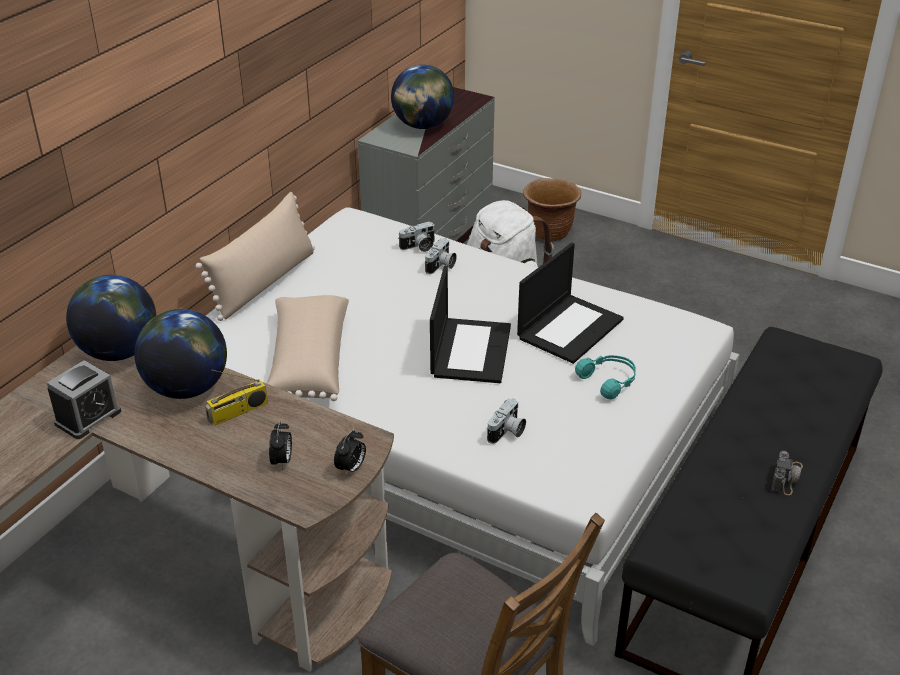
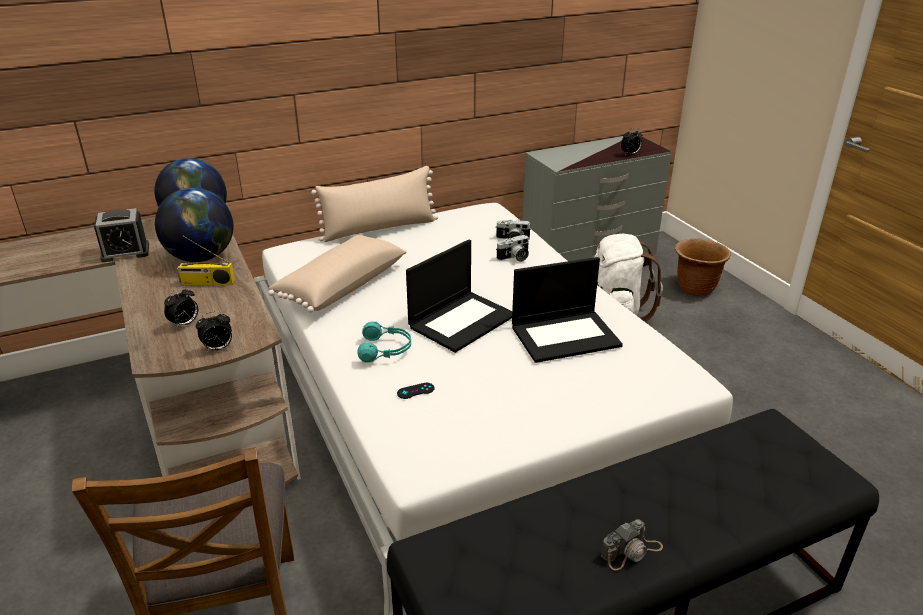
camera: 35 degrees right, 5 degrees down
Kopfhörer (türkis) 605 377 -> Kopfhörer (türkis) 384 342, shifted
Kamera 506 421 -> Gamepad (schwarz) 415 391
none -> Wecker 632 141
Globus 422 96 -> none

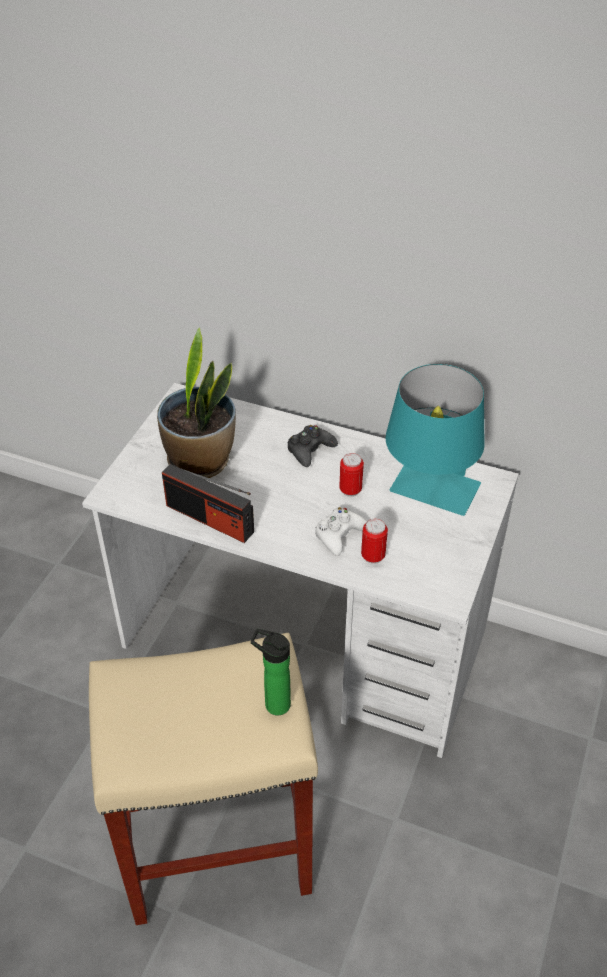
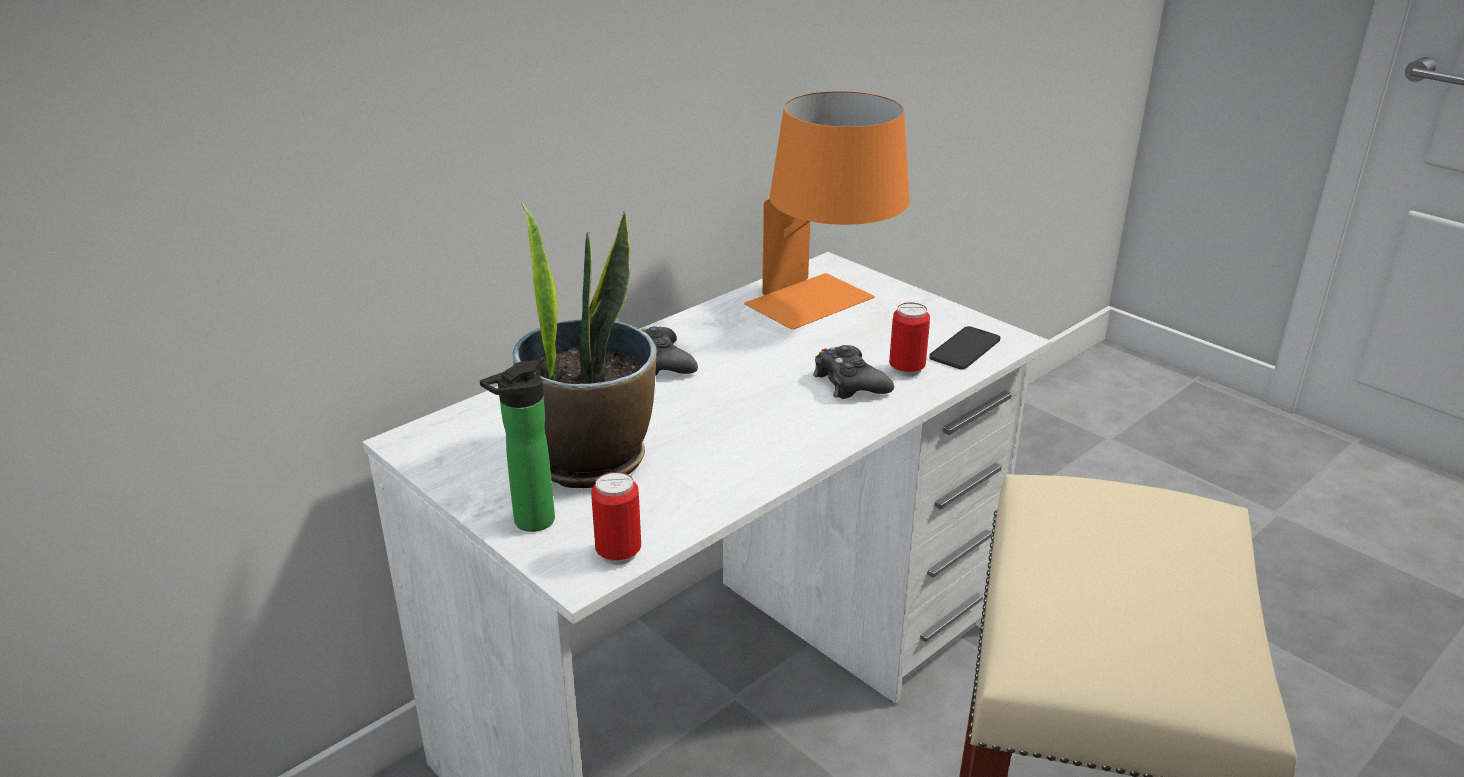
camera: 65 degrees left, 15 degrees down
Flasche 271 672 -> Flasche 517 446, shifted
Dose 351 475 -> Dose 616 518, shifted
Tischlampe (türkis) 435 440 -> Tischlampe (orange) 827 210
Gamepad (weiß) 341 531 -> Gamepad (schwarz) 853 372
none -> Handy 965 347
Radio 208 503 -> none

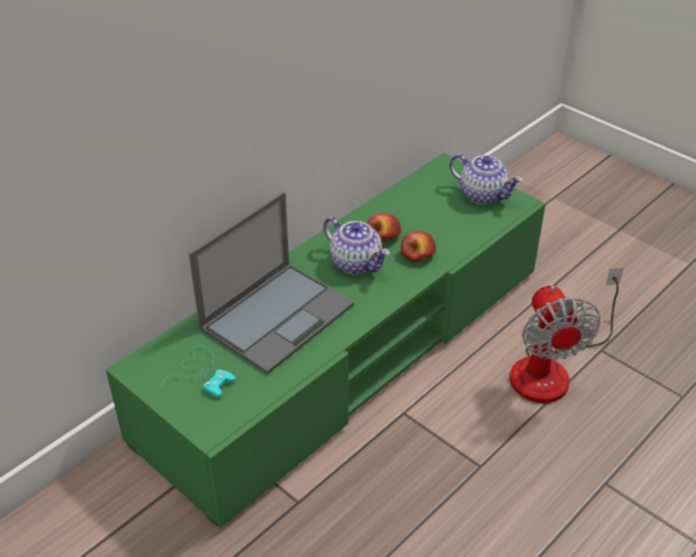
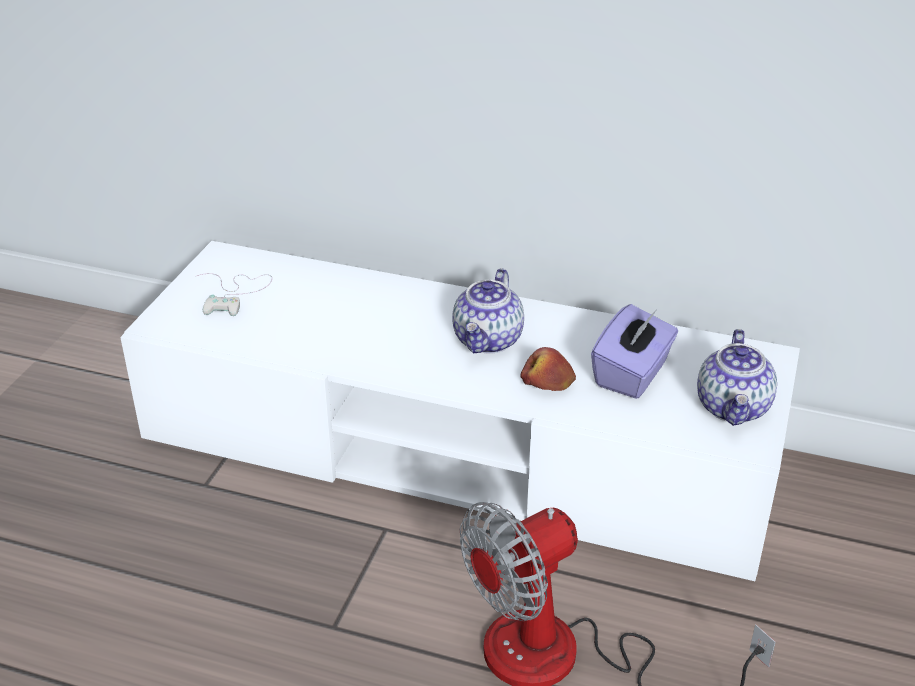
camera: 65 degrees right, 5 degrees down
Fernsehschrank (grün) 326 340 -> Fernsehschrank (weiß) 460 411
Gamepad (türkis) 198 371 -> Gamepad (weiß) 233 294
none -> Taschentuchbox (lila) 634 351
Laptop 271 282 -> none
Apfel 384 227 -> none

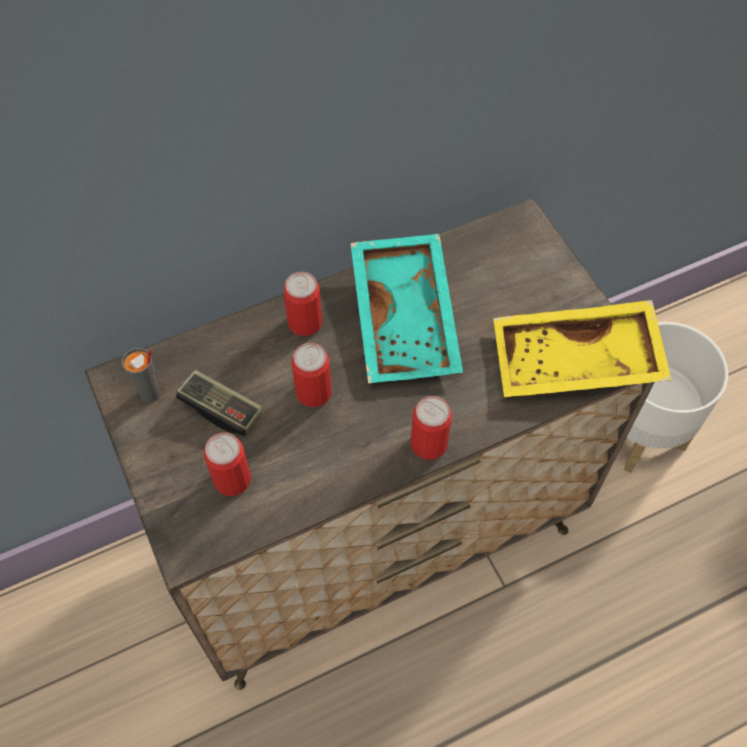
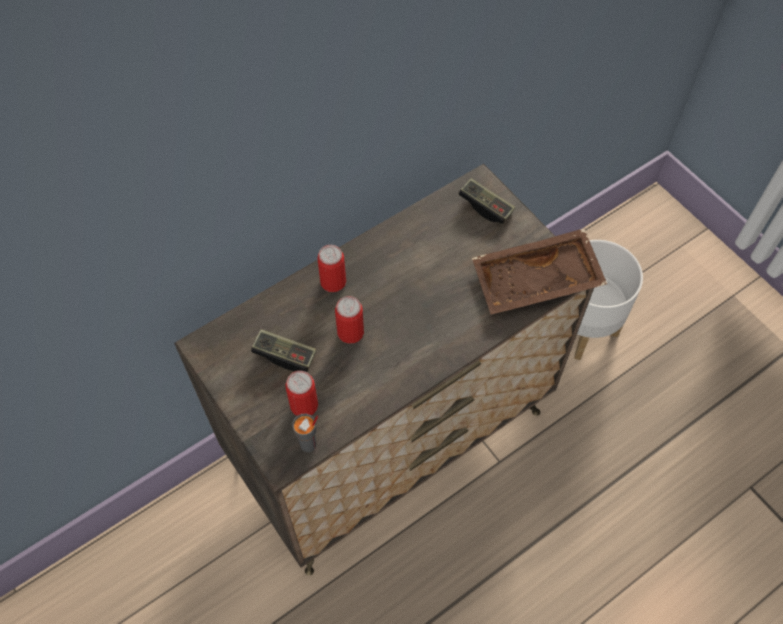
camera: 10 degrees left, 0 degrees up
Tasse (grau) 141 375 -> Tasse (grau) 305 433, shifted
none -> Gamepad 487 201
Tablett (gelb) 582 348 -> Tablett (braun) 539 271
Tablett (türkis) 406 308 -> none
Dose 431 428 -> none

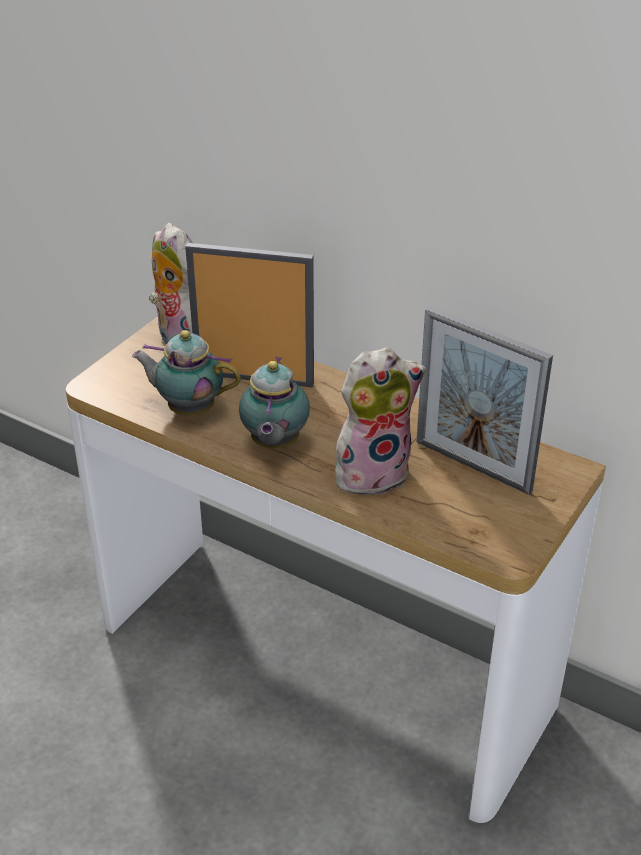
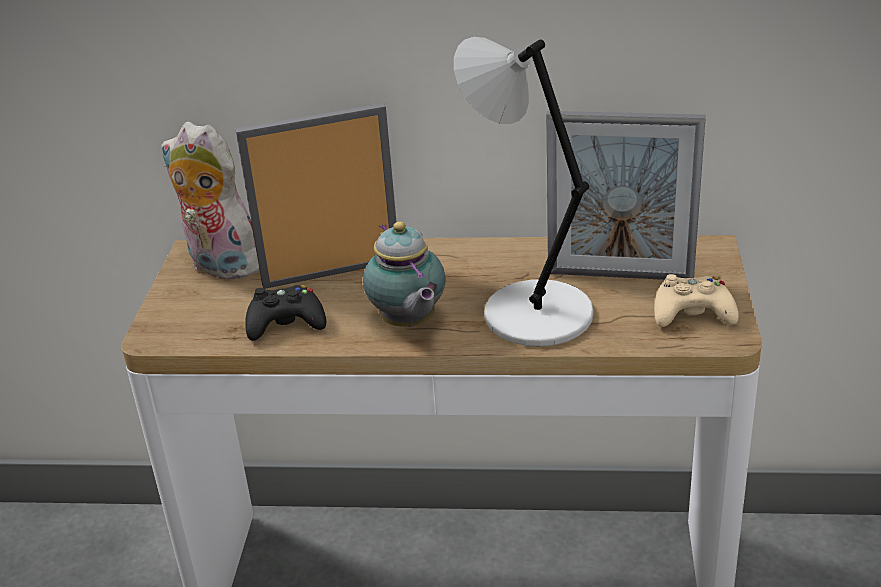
camera: 25 degrees left, 5 degrees down
Teekanne 186 373 -> Gamepad (schwarz) 285 313
Plüschtier 380 421 -> Tischlampe (grau) 524 192
none -> Gamepad (beige) 696 300

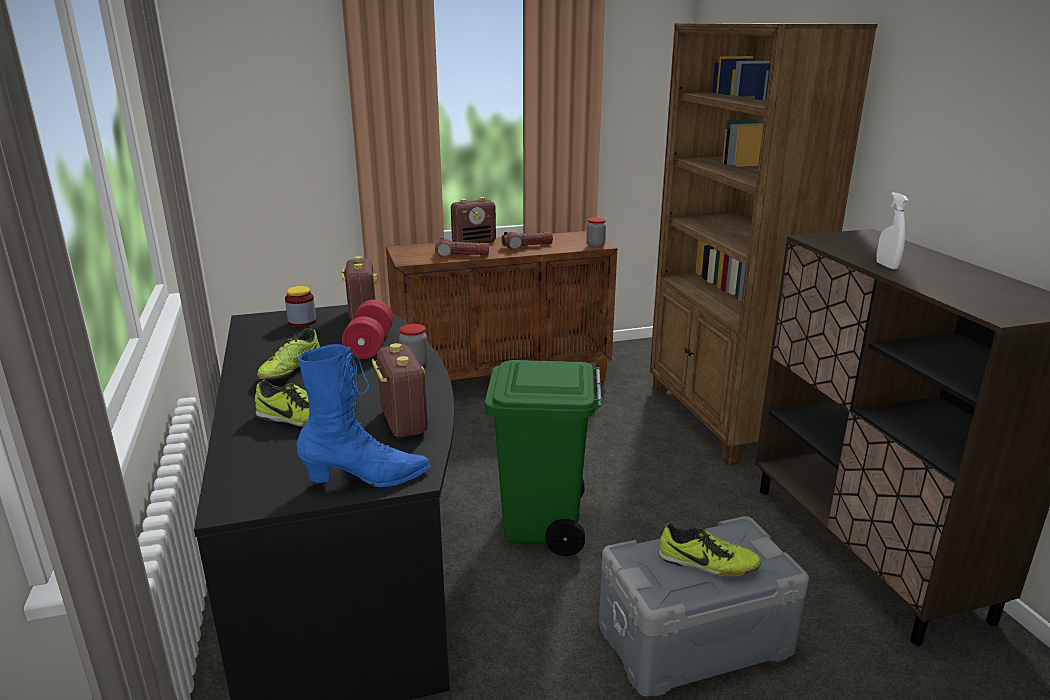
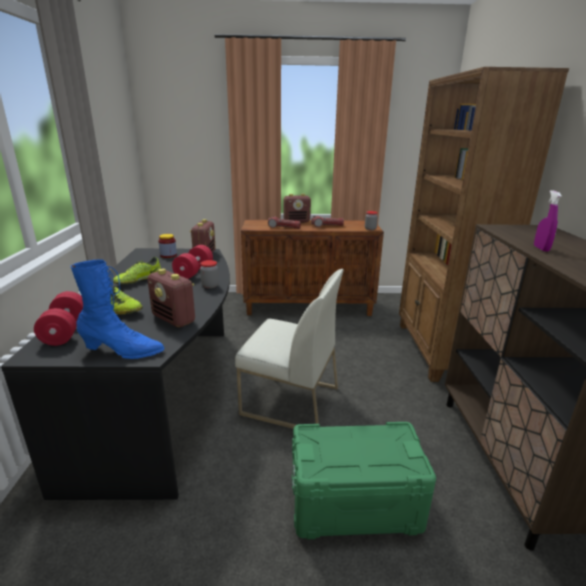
camera: 15 degrees right, 0 degrees up
none -> Hantel (rot) 58 318
Radio 400 390 -> Radio 171 298, 135 degrees clockwise
Mülleimer (grün) 543 458 -> Stuhl (weiß) 289 349
Aufbewahrungsbox (grau) 704 606 -> Aufbewahrungsbox (grün) 364 480
Sprühflasche (weiß) 892 230 -> Sprühflasche (lila) 548 221
Schuh 710 549 -> none

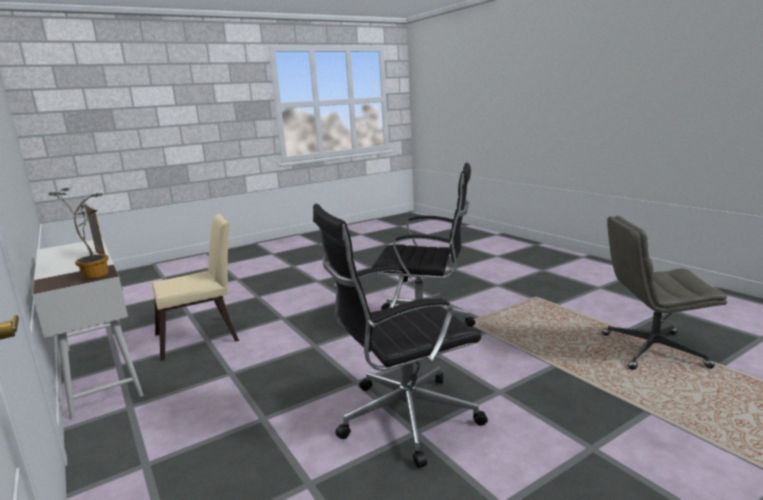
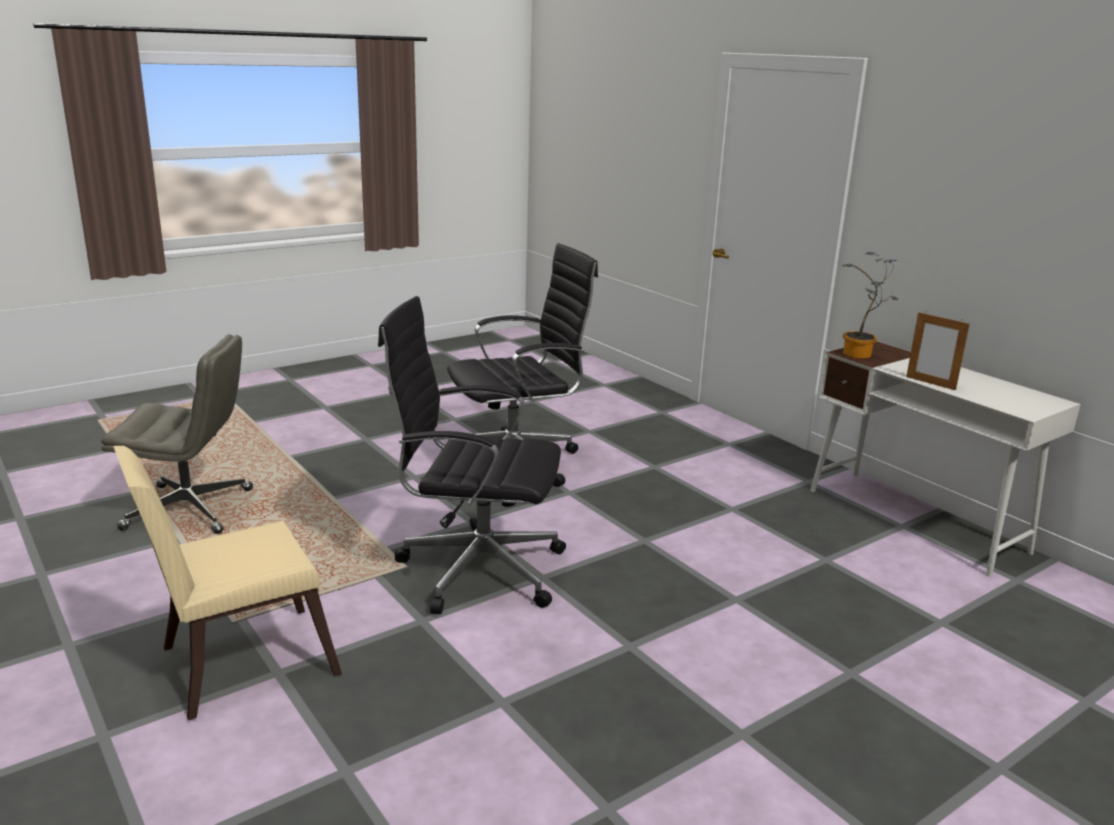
camera: 175 degrees right, 5 degrees up
Stuhl (beige) 195 287 -> Stuhl (beige) 227 583, shifted

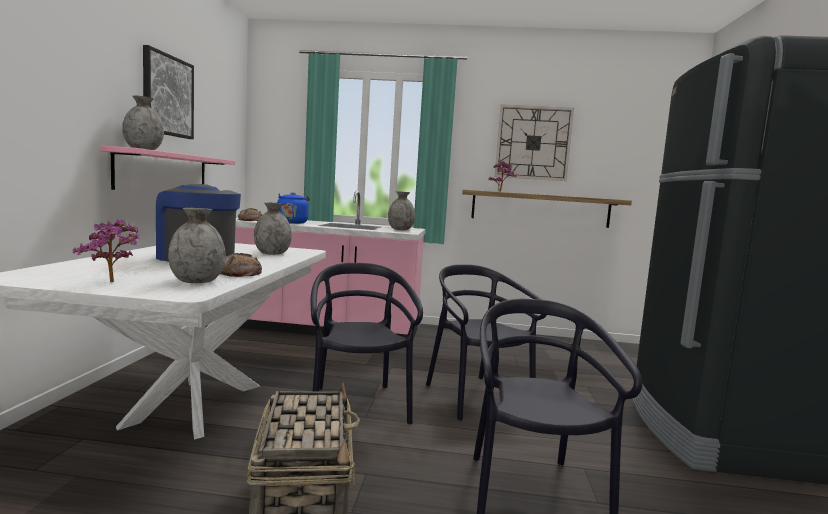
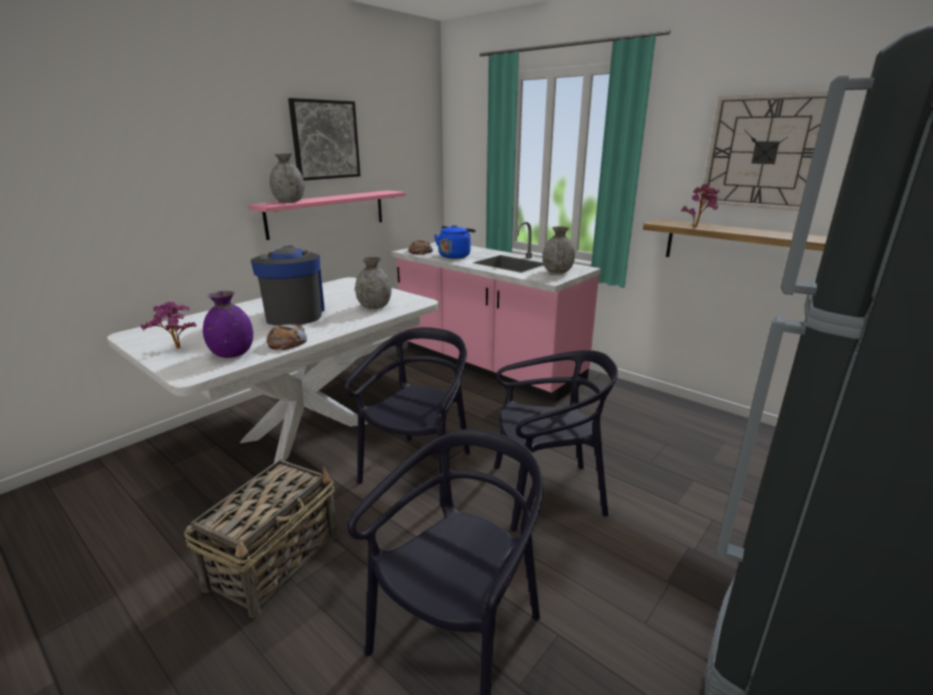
camera: 35 degrees right, 15 degrees up
Vase (grau) 197 245 -> Vase (lila) 228 324
Stuhl (schwarz) 486 342 -> Stuhl (schwarz) 556 441, 75 degrees clockwise

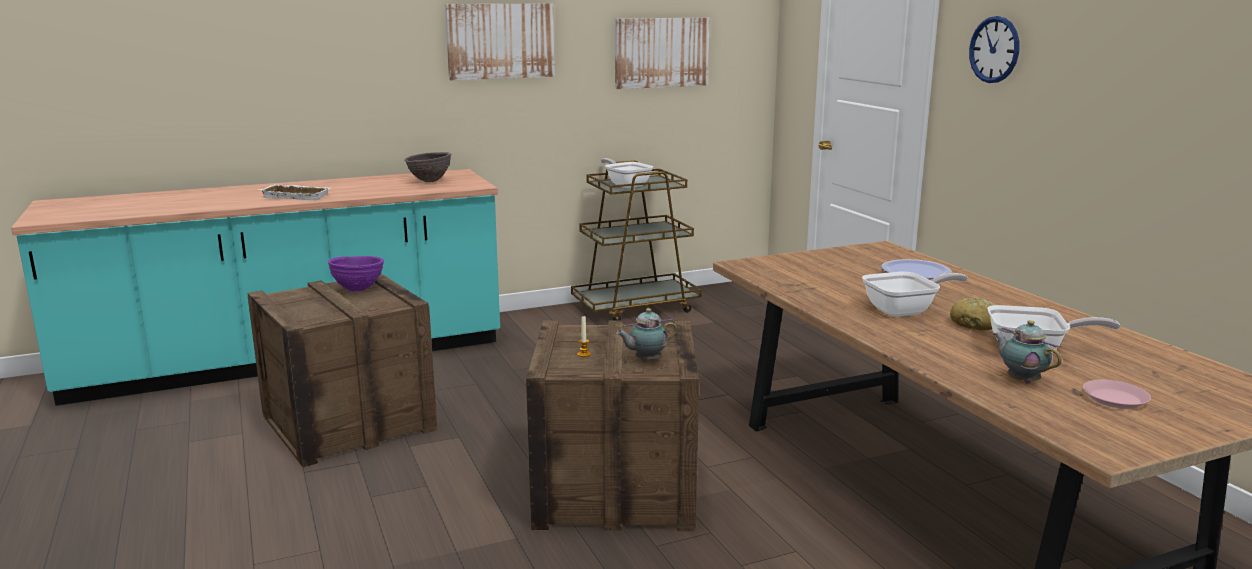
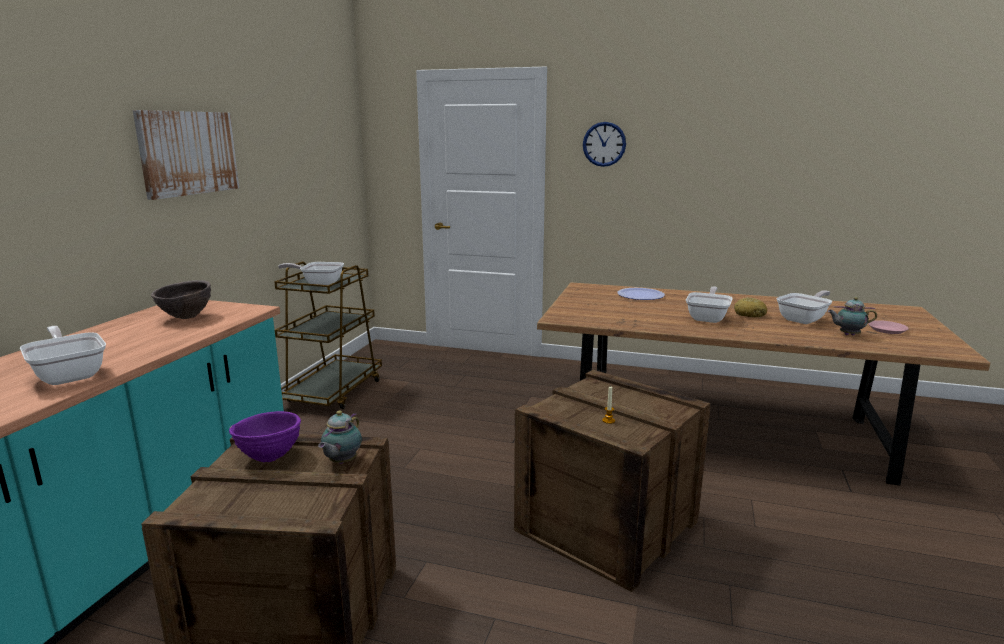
camera: 50 degrees left, 0 degrees up
Tablett (weiß) 295 192 -> Pfanne 63 355
Teekanne 646 334 -> Teekanne 340 437, shifted
Bild 662 53 -> none

